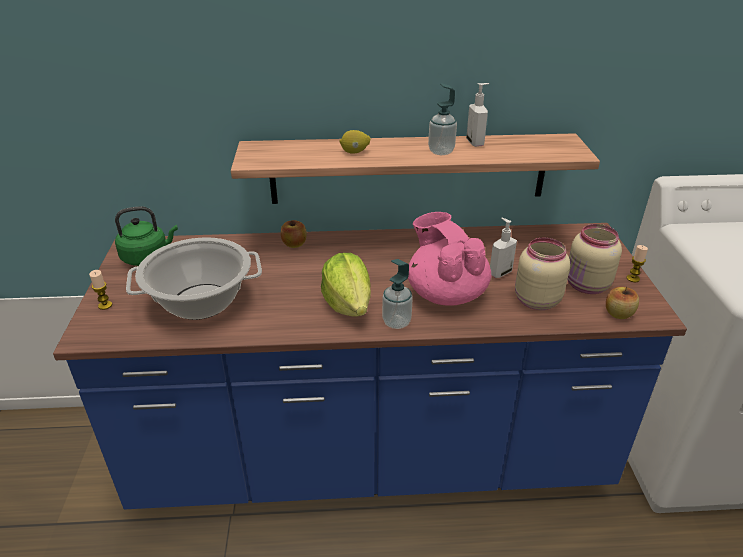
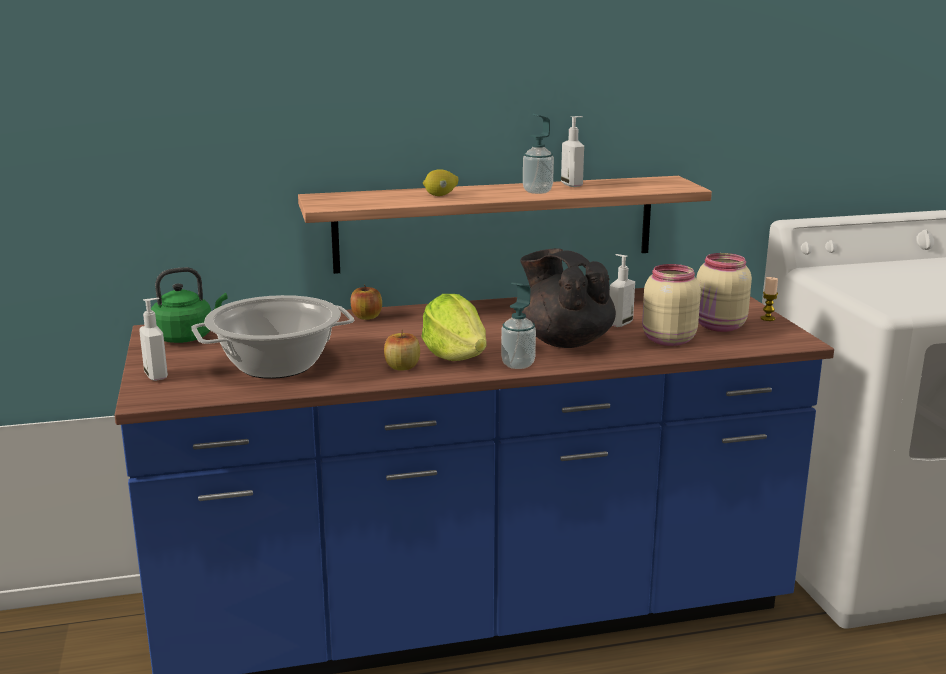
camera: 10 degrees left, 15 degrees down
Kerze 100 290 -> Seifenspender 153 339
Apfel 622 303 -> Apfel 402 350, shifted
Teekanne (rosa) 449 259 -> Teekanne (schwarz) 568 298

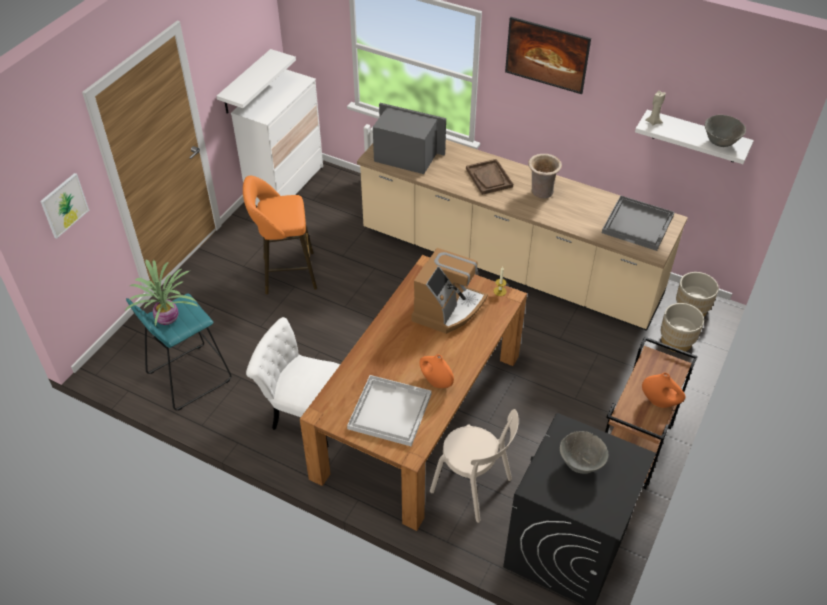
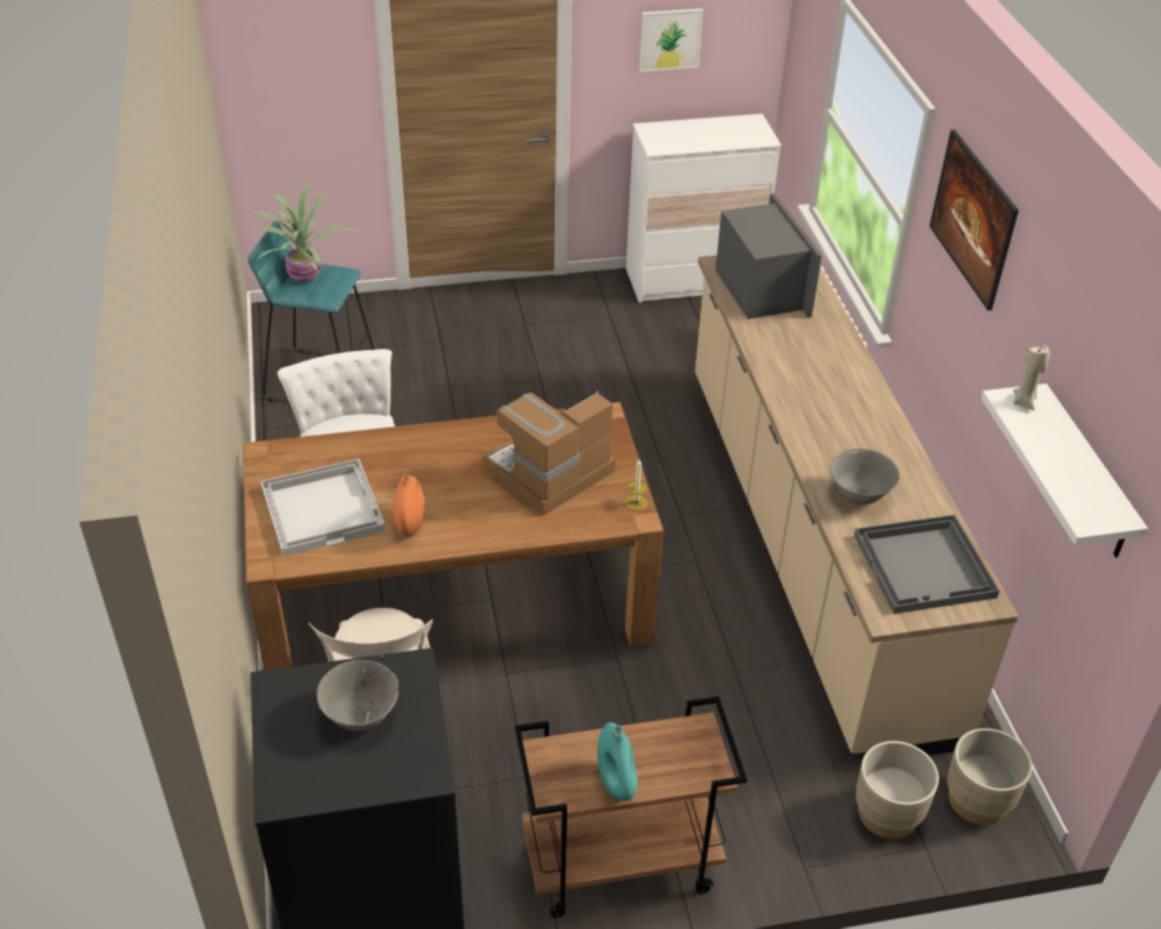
camera: 50 degrees right, 5 degrees down
Kaffeemaschine 449 291 -> Kaffeemaschine 548 453, 150 degrees clockwise
Vase (orange) 663 390 -> Vase (türkis) 617 761
Bild 64 206 -> Bild 671 40, shifted
Schüssel (grau) 725 131 -> Schüssel (grau) 865 476, shifted
Wandregal (weiß) 256 81 -> none
Hocker (orange) 280 235 -> none
Tablett (braun) 489 177 -> none
Vase (beige) 545 176 -> none

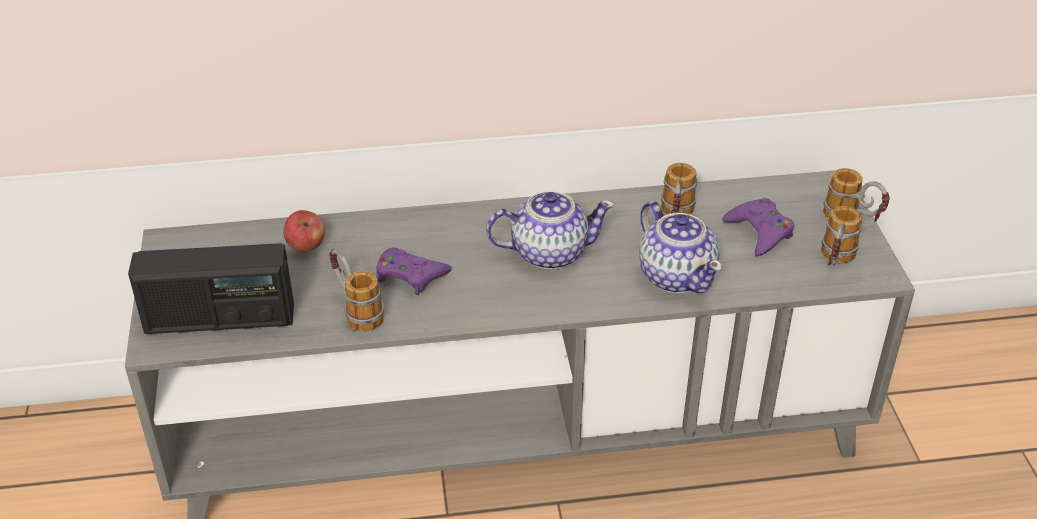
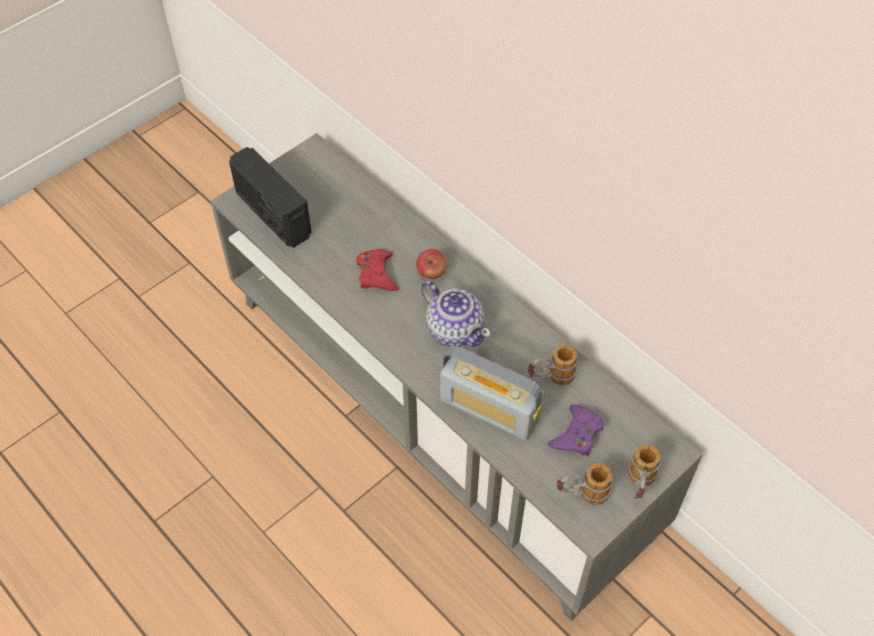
camera: 55 degrees right, 15 degrees up
Gamepad (lila) 414 271 -> Gamepad (rot) 377 270
Apfel 304 231 -> Apfel 431 264, shifted
Teekanne 680 247 -> Radio 492 393
Henkelbecher 356 290 -> none

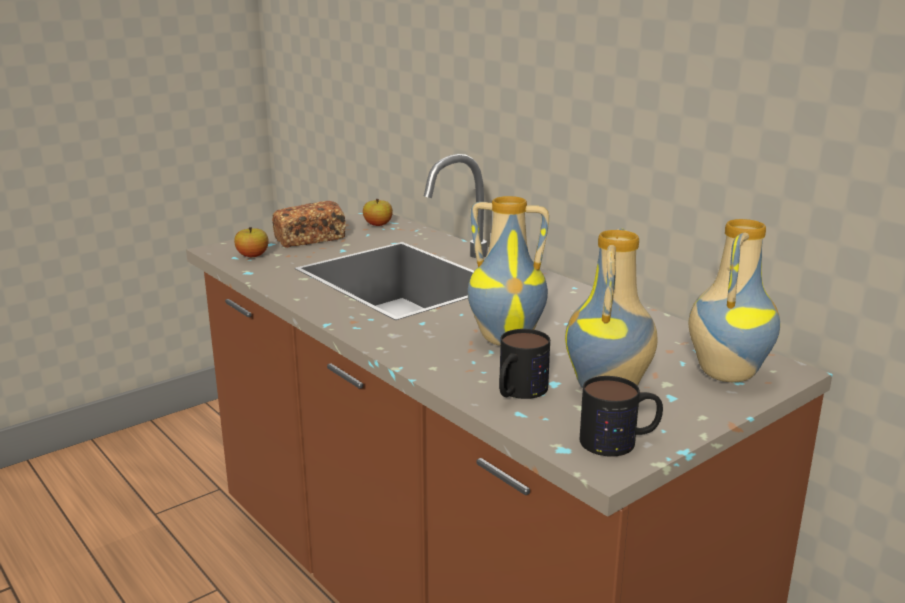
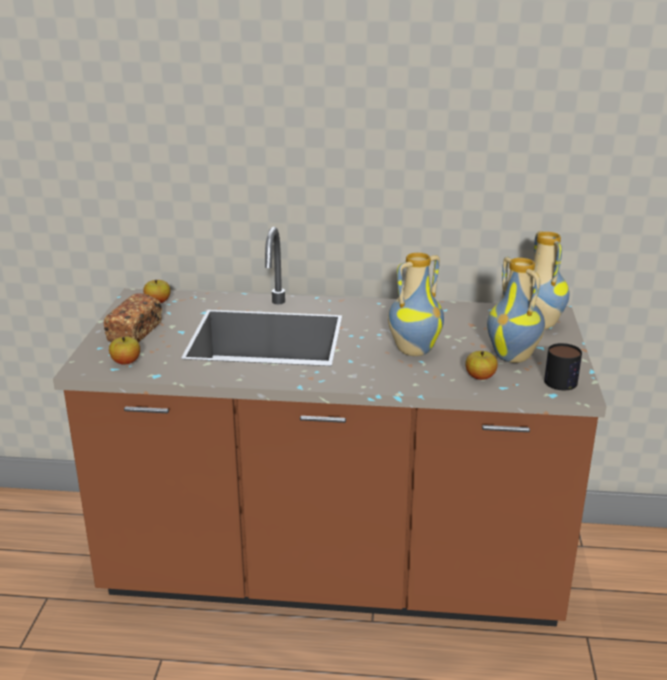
camera: 45 degrees left, 5 degrees up
Henkelbecher 524 364 -> Apfel 482 365

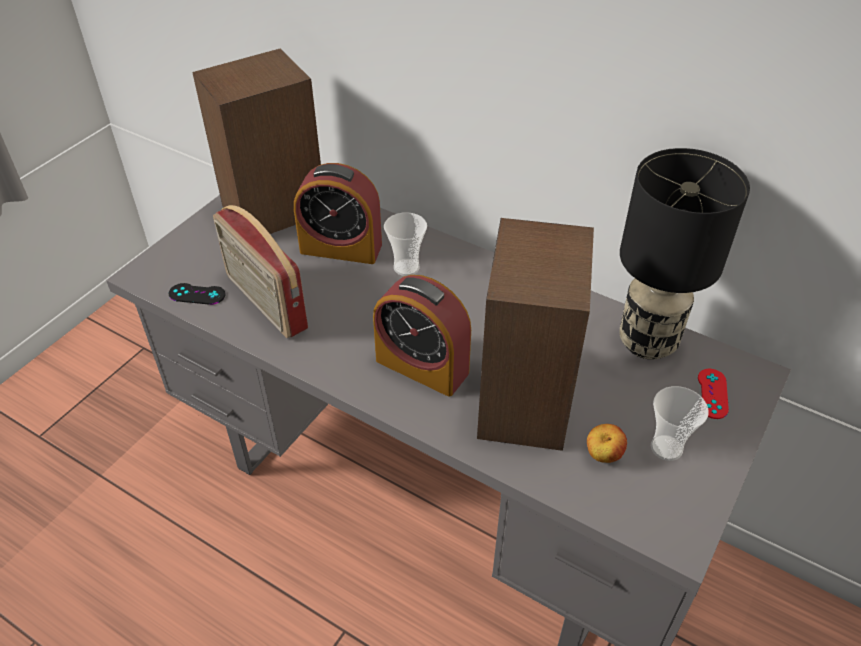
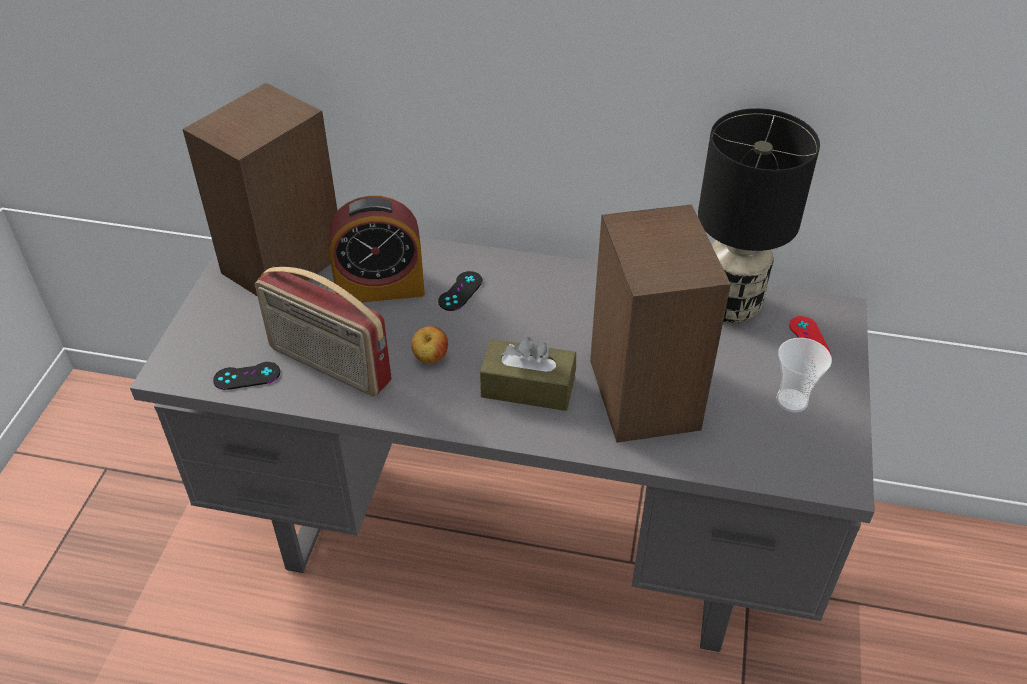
camera: 20 degrees left, 0 degrees up
Apfel 607 443 -> Apfel 429 344, shifted
Tasse 405 244 -> Gamepad (schwarz) 460 291
Wecker 422 336 -> Taschentuchbox (braun) 528 374

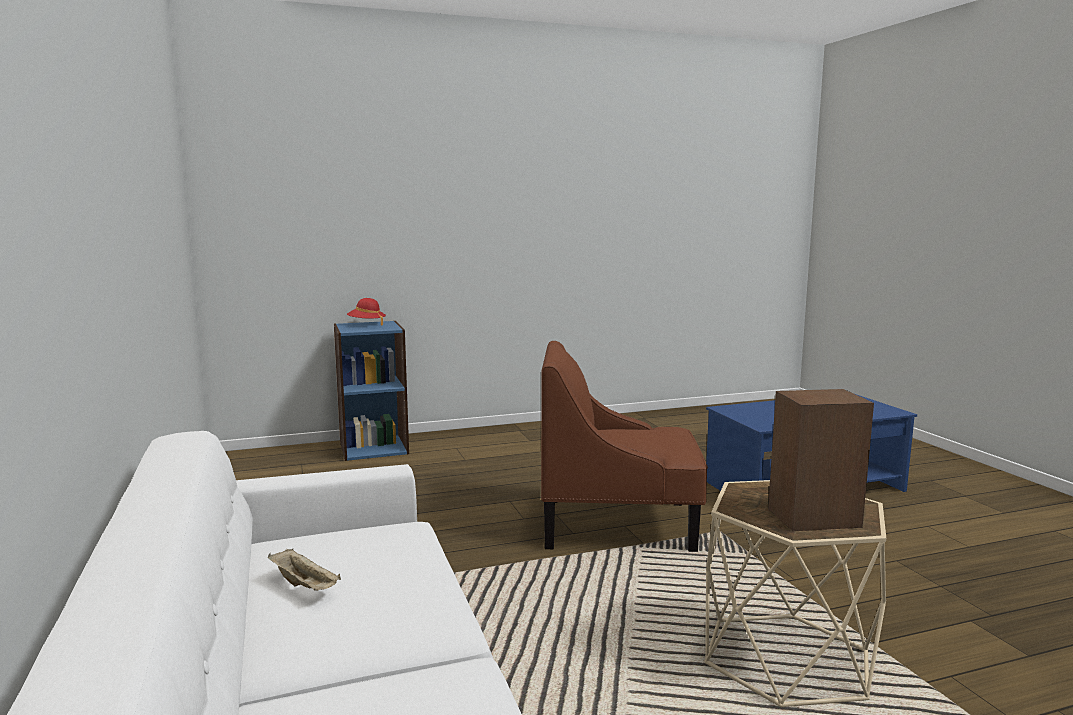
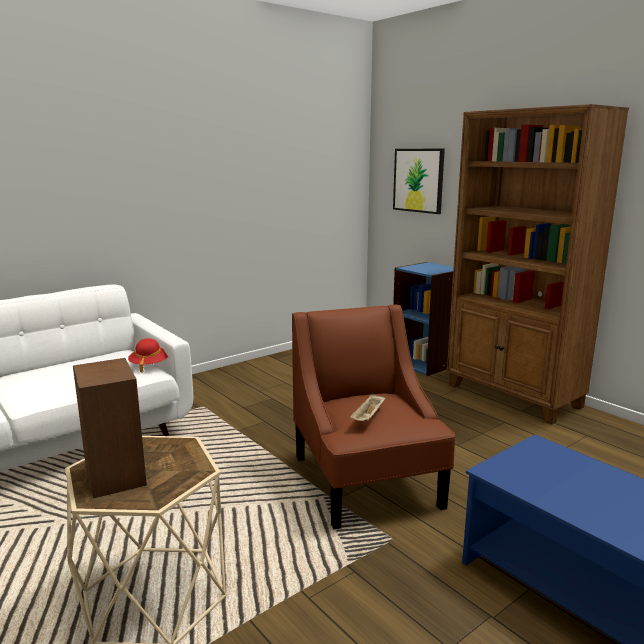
camera: 70 degrees right, 5 degrees up
Hut (rot) 366 312 -> Hut (rot) 148 355, shifted
Tablett (beige) 304 570 -> Tablett (beige) 367 407, shifted
none -> Bild 419 181
none -> Bücherregal (braun) 538 264

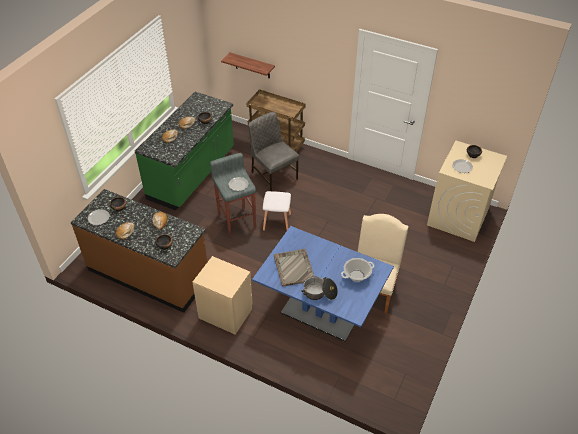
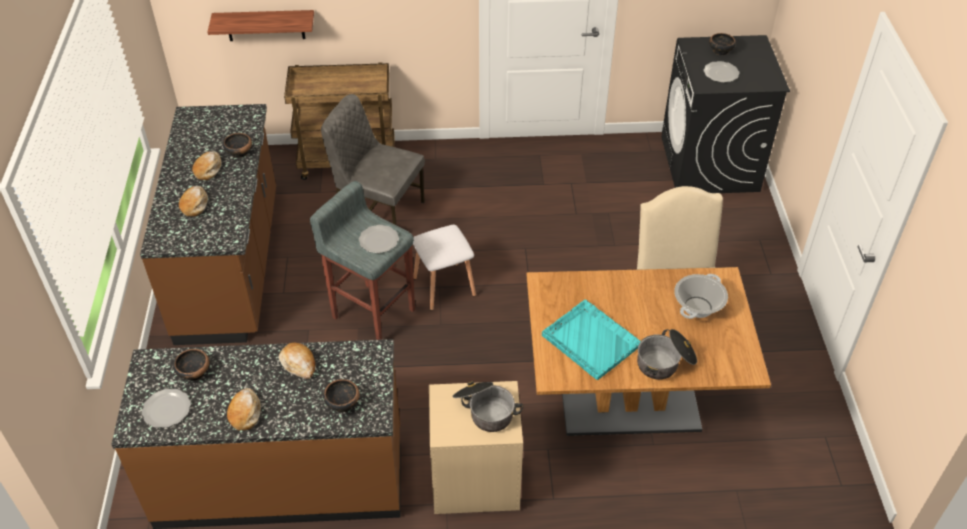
camera: 30 degrees left, 0 degrees up
Küchenzeile (grün) 184 151 -> Küchenzeile (braun) 208 224
none -> Kochtopf 488 406
Esstisch (blau) 323 284 -> Esstisch (braun) 648 351
Tablett (grau) 294 268 -> Tablett (türkis) 591 340
Waschmaschine (beige) 467 191 -> Waschmaschine (schwarz) 725 114

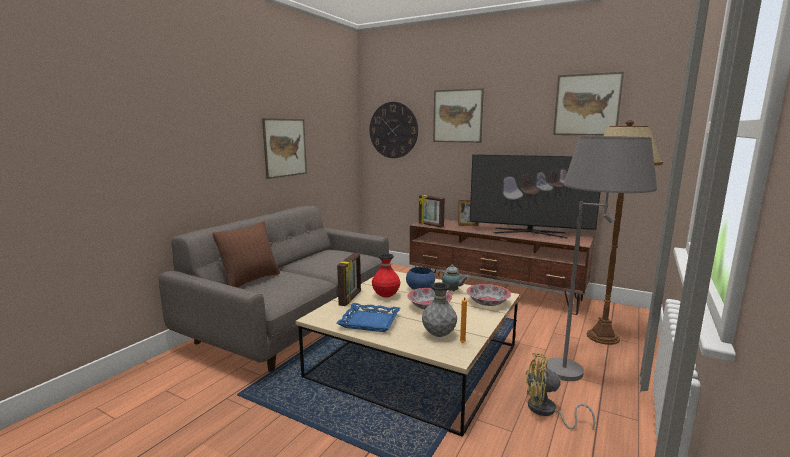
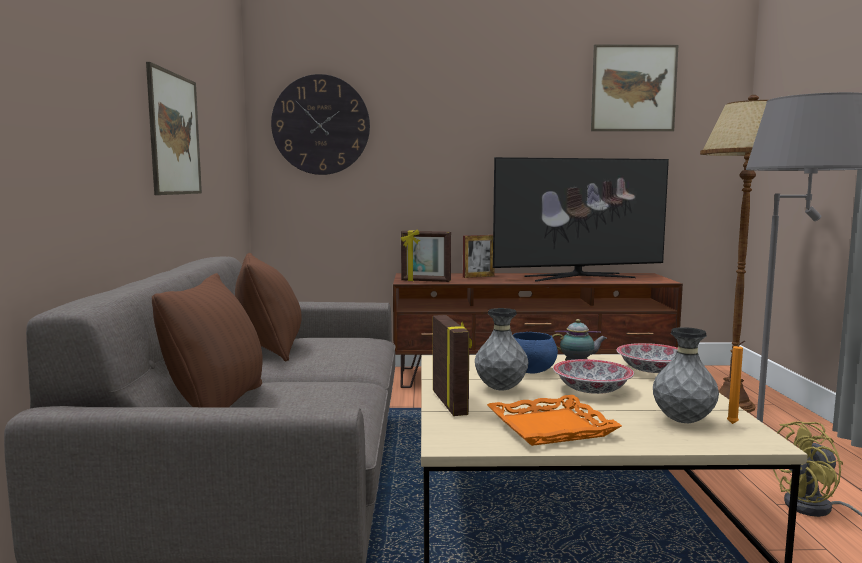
camera: 30 degrees left, 5 degrees down
none -> Kissen (braun) 268 307
Vase (rot) 386 275 -> Vase (grau) 501 349
Tablett (blau) 368 317 -> Tablett (orange) 554 420
Bild 458 115 -> none

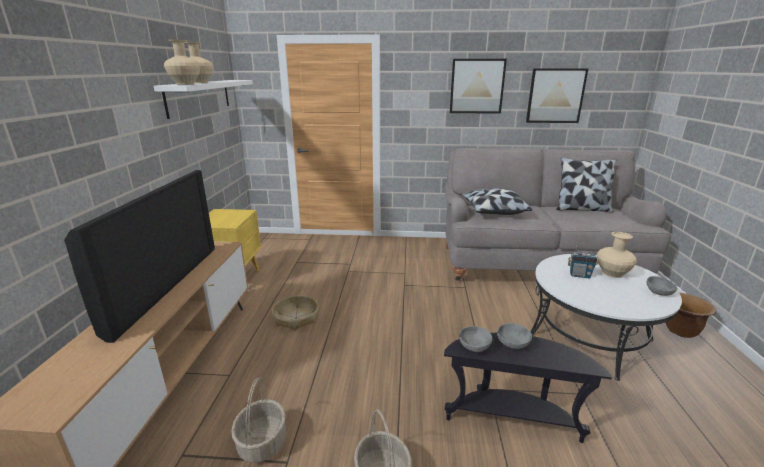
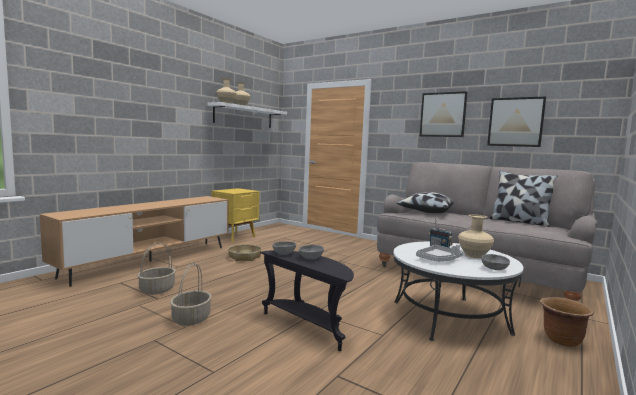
camera: 30 degrees right, 15 degrees down
none -> Tablett (grau) 439 253
Fernseher 139 256 -> none

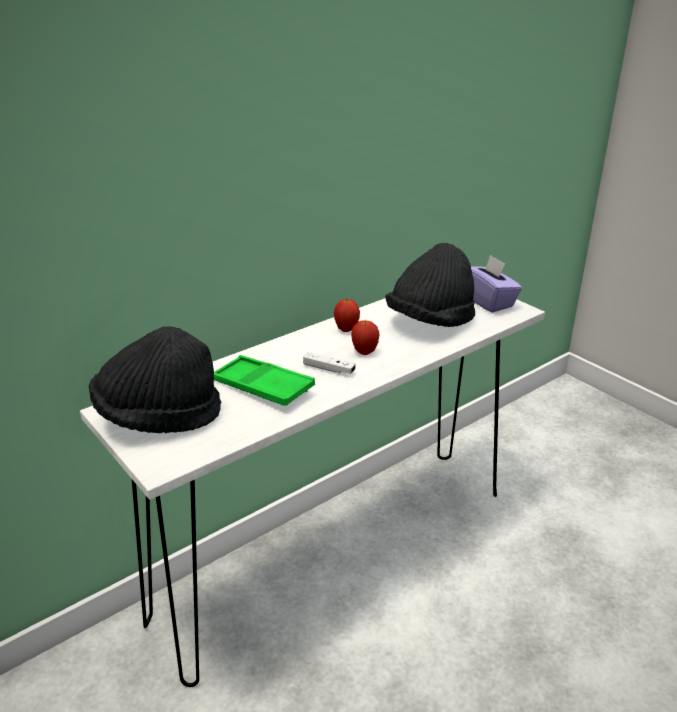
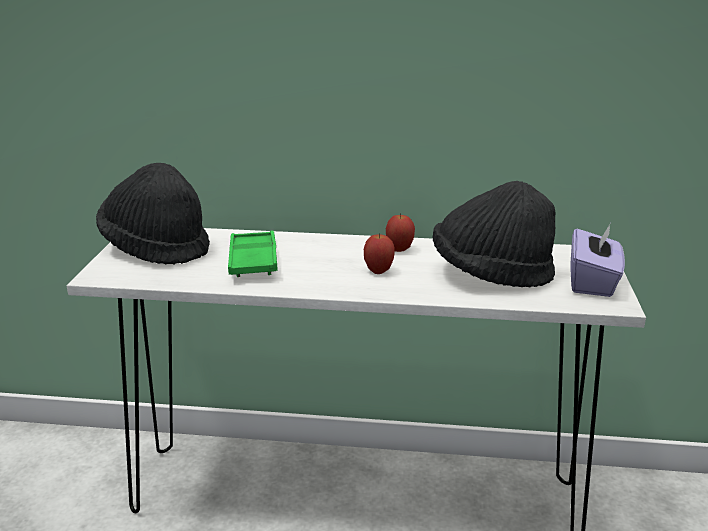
camera: 45 degrees right, 5 degrees down
Gamepad (weiß) 329 362 -> none

